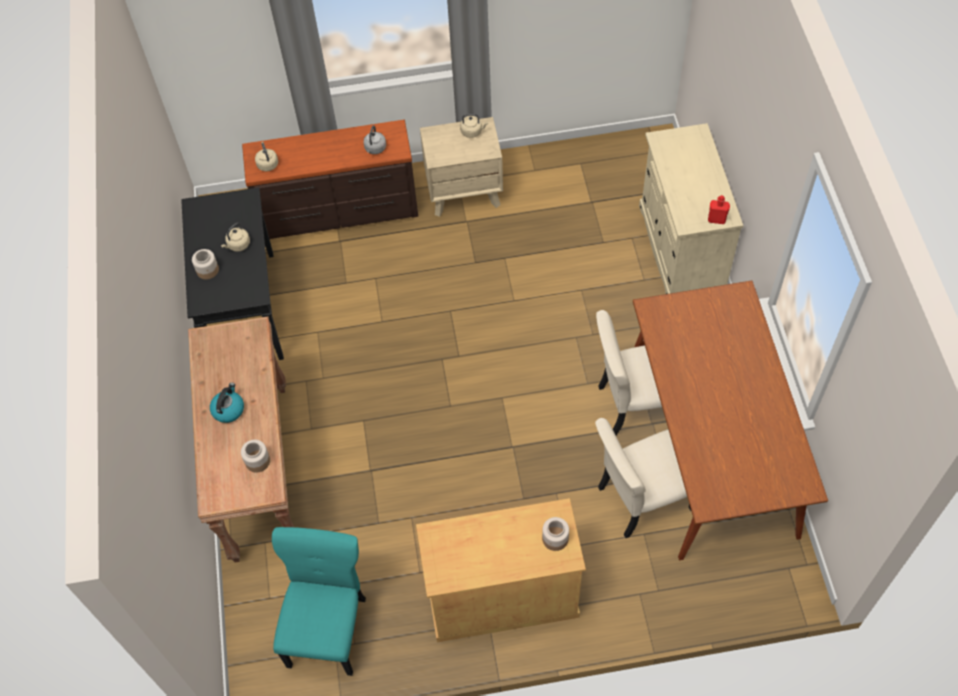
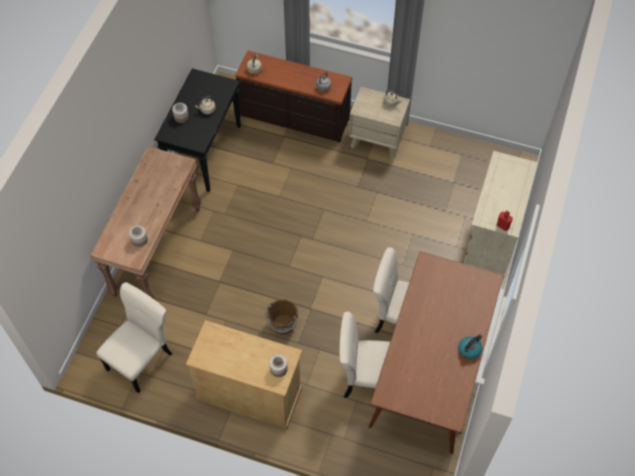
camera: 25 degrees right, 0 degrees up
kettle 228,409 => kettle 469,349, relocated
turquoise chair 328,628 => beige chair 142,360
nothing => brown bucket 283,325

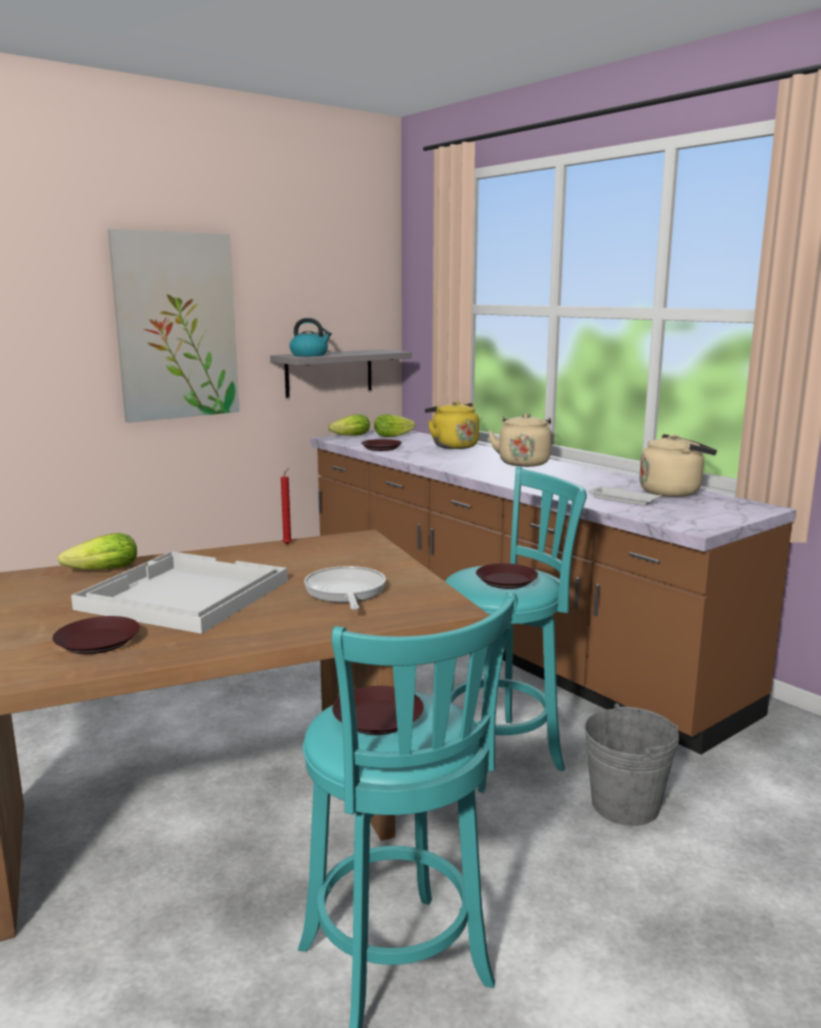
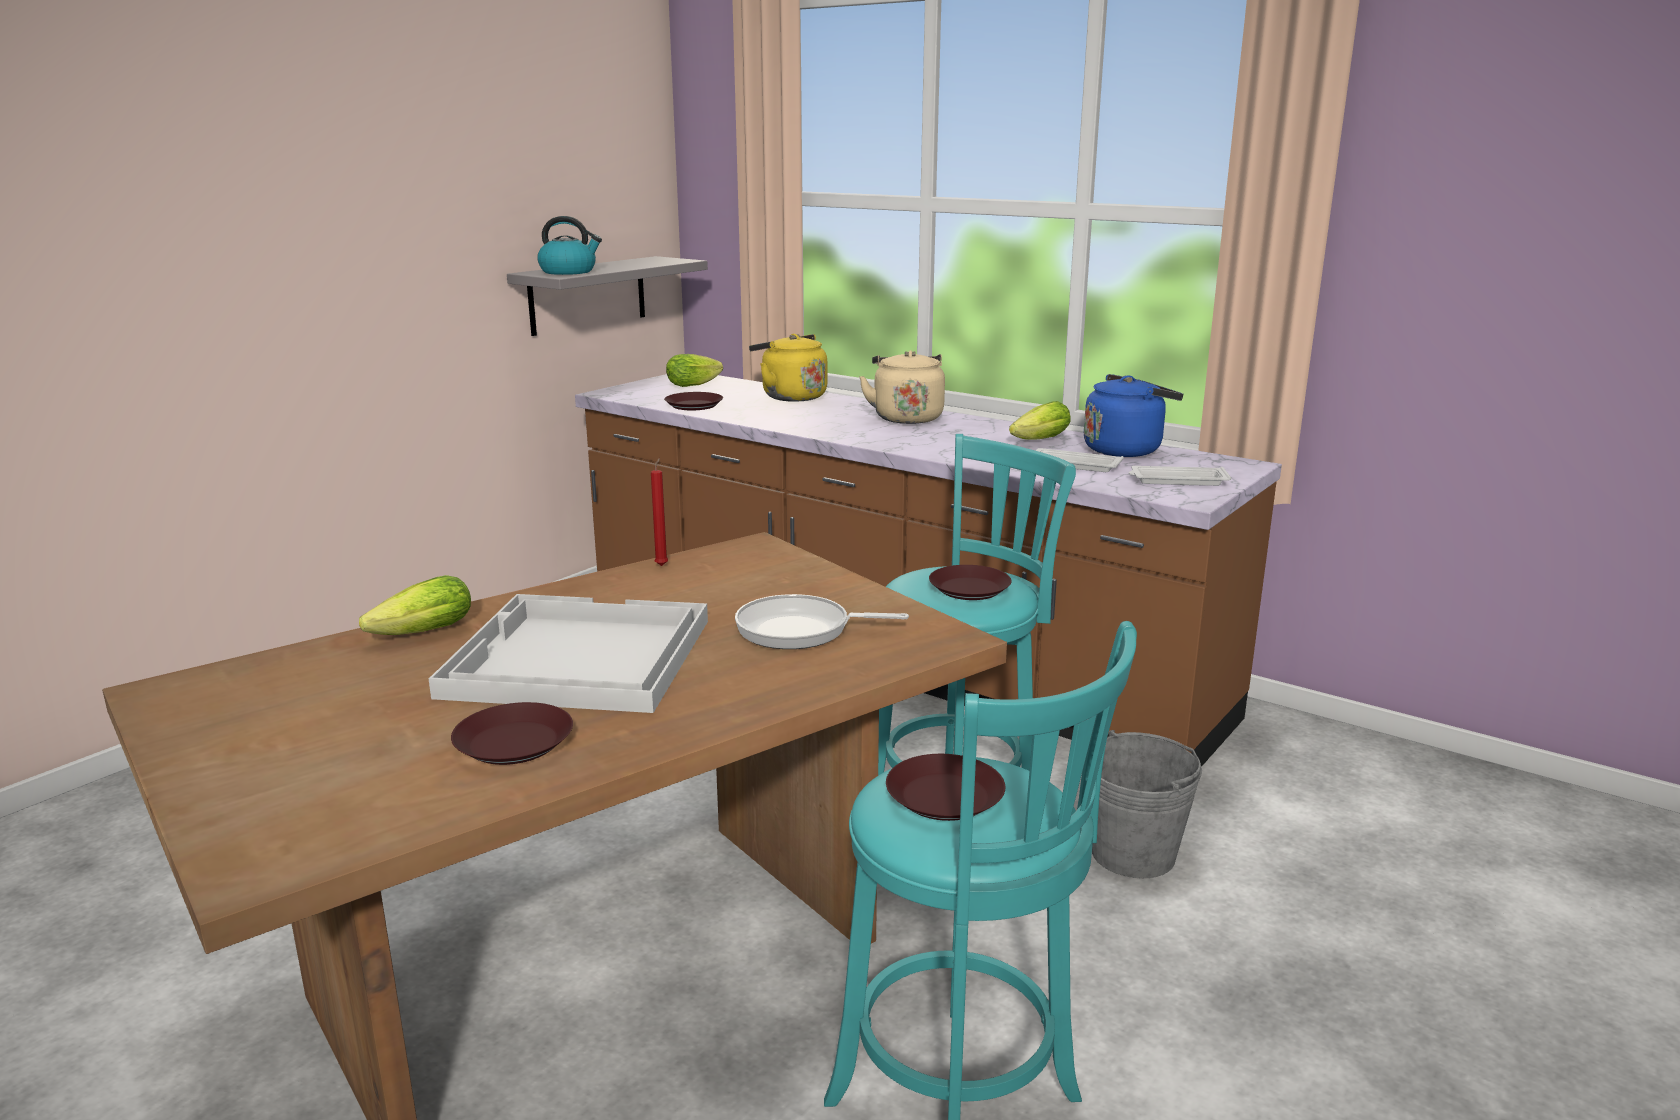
camera: 15 degrees left, 5 degrees up
picture 176,326 => nothing
lettuce 348,436 => lettuce 1036,441, relocated
beige kettle 673,492 => blue kettle 1125,450
frying pan 345,592 => frying pan 800,630, 60 degrees counterclockwise
nothing => white tray 1177,481

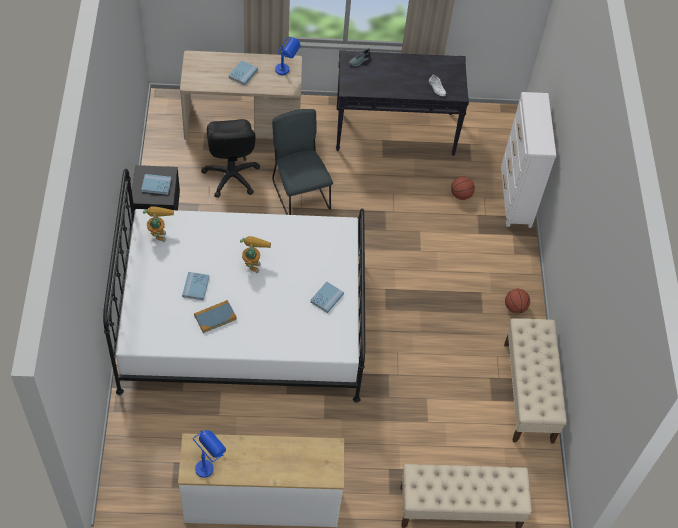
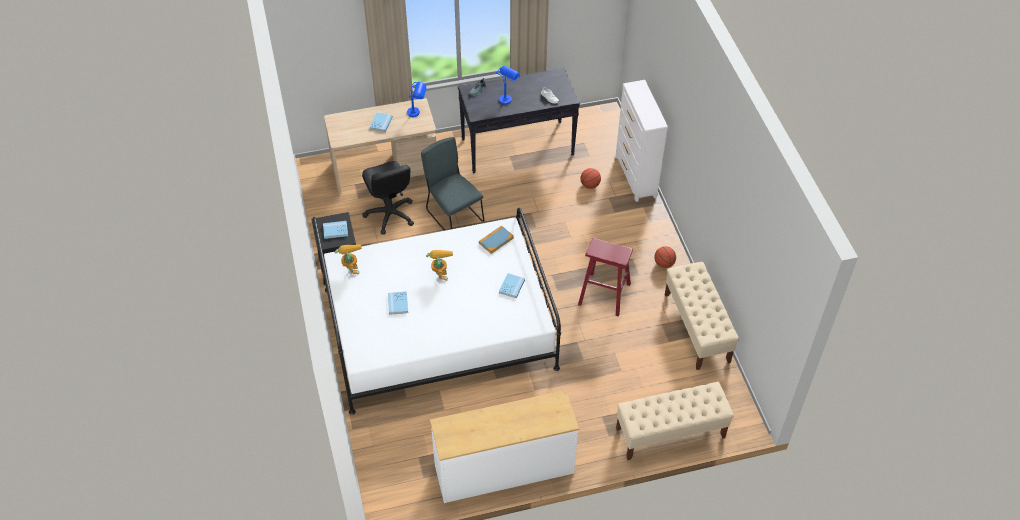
camera: 10 degrees left, 5 degrees down
book 215,317 => book 496,240, relocated
blue table lamp 209,464 => blue table lamp 507,97, relocated
nothing => red stool 604,294

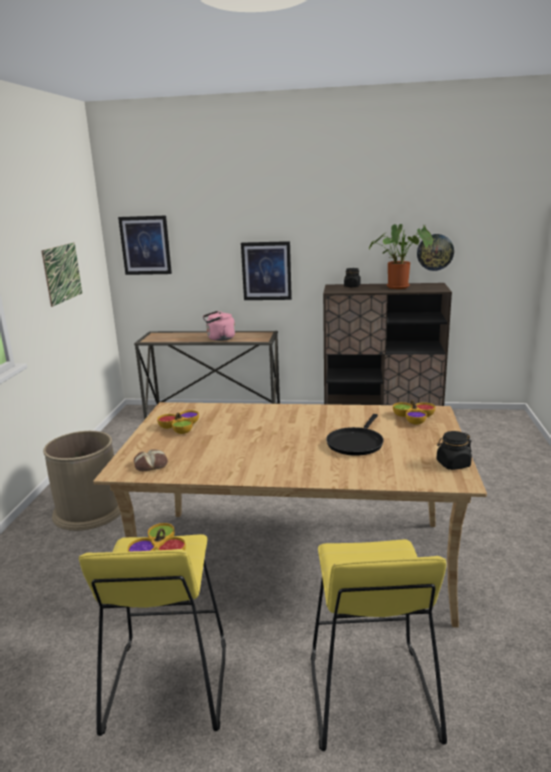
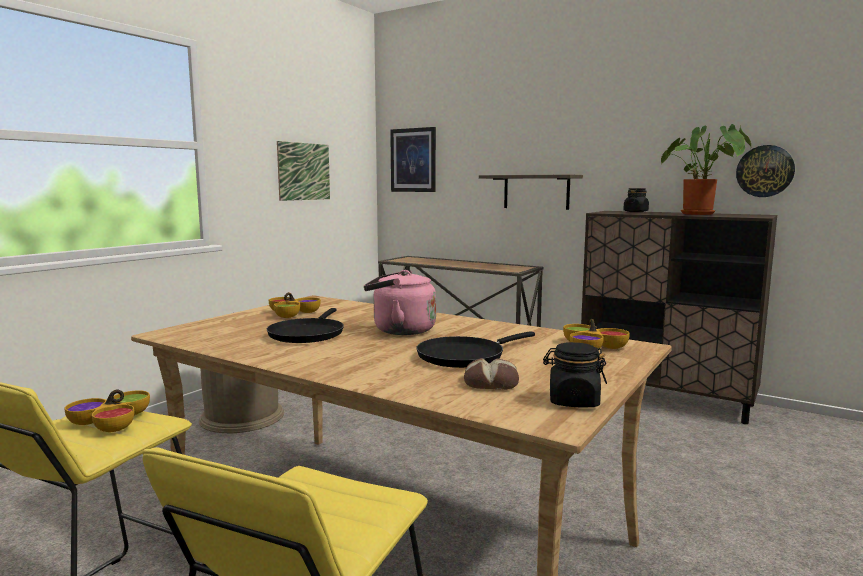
camera: 25 degrees right, 10 degrees down
picture 266,271 => shelf 536,192
pink kettle 219,338 => pink kettle 400,330, relocated
bread 151,464 => bread 491,382, relocated
nothing => black frying pan 308,334

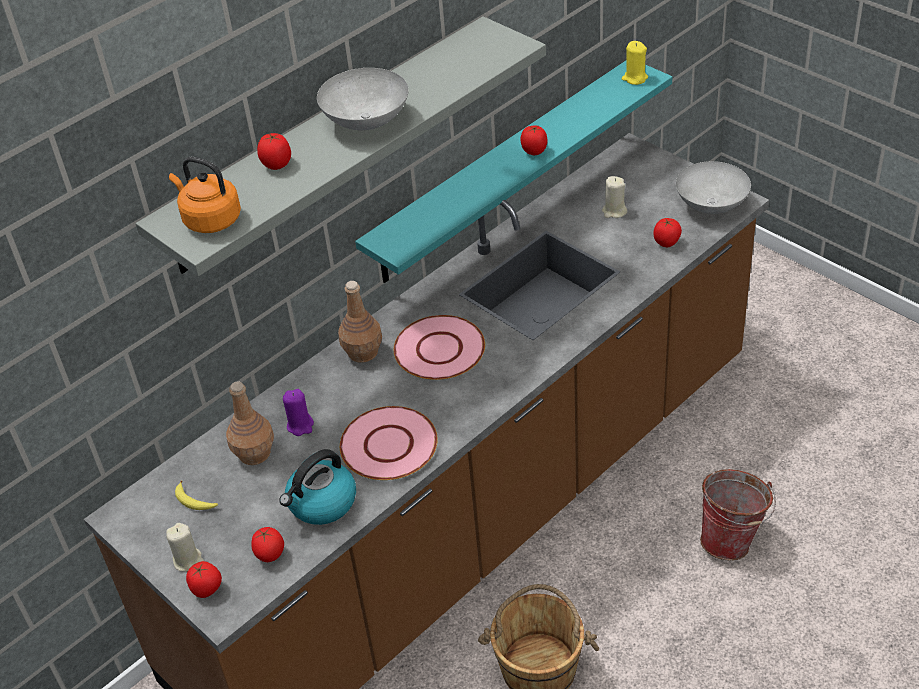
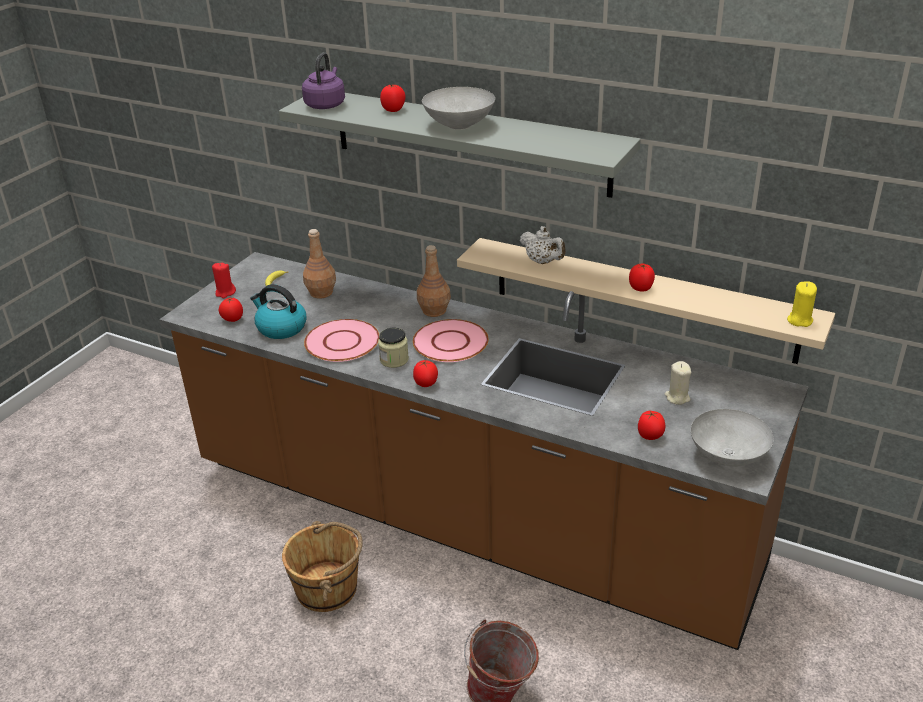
camera: 70 degrees right, 10 degrees down
turquoise shelf 503,170 => beige shelf 641,299
orange kettle 210,219 => purple kettle 326,104
purple candle 300,425 => nothing
beige candle 188,560 => red candle 225,293
tomato 207,589 => tomato 426,384, relocated
nothing => white teapot 542,262
nothing => jar 394,360

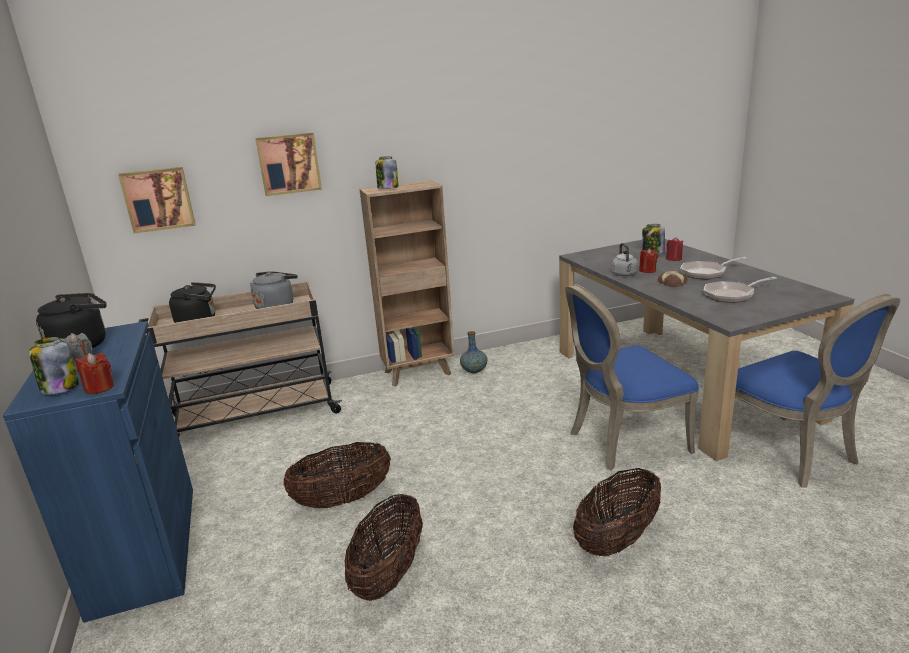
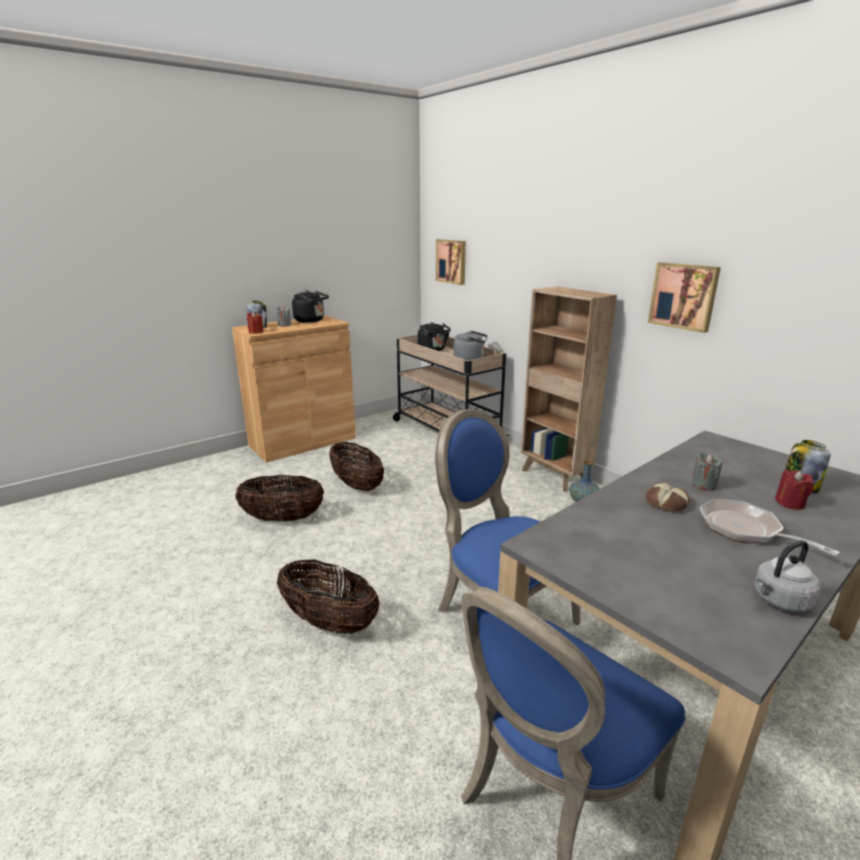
camera: 70 degrees right, 0 degrees up
picture 289,163 => picture 684,296, relocated
jar 387,188 => nothing
grey kettle 625,275 => grey kettle 779,601, relocated
red candle 647,270 => grey candle 703,485
frying pan 732,295 => nothing
blue cabinet 145,547 => brown cabinet 302,442

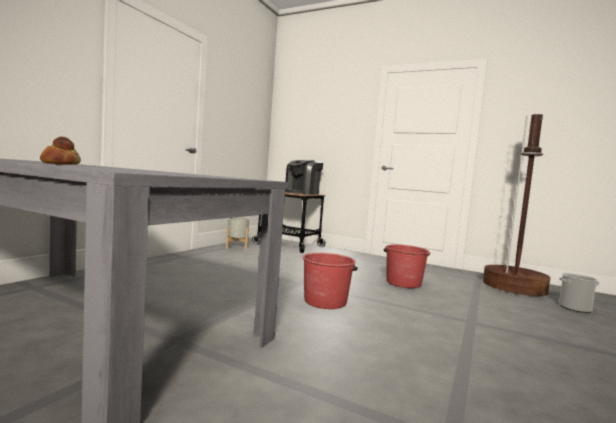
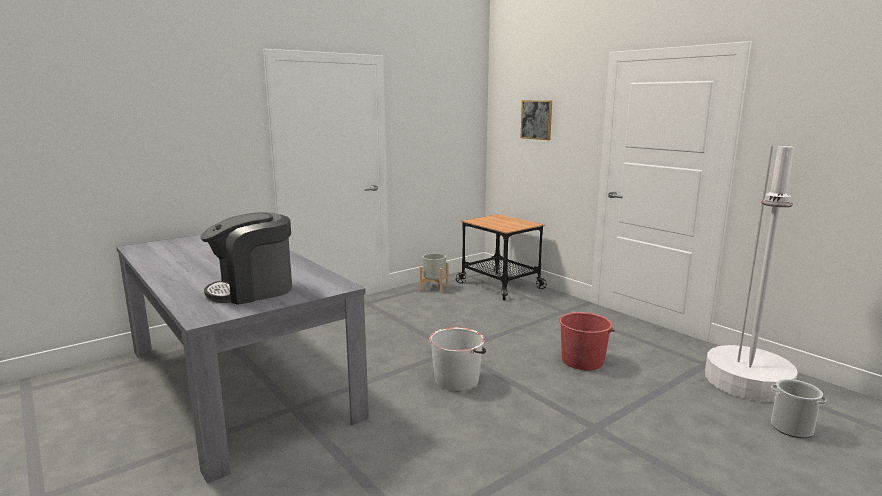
camera: 25 degrees right, 10 degrees up
brown floor lamp 514,287 => white floor lamp 748,382
bread 61,164 => nothing
coffee machine 302,193 => coffee machine 253,290, relocated
red bucket 325,301 => white bucket 457,380
nothing => picture 536,119

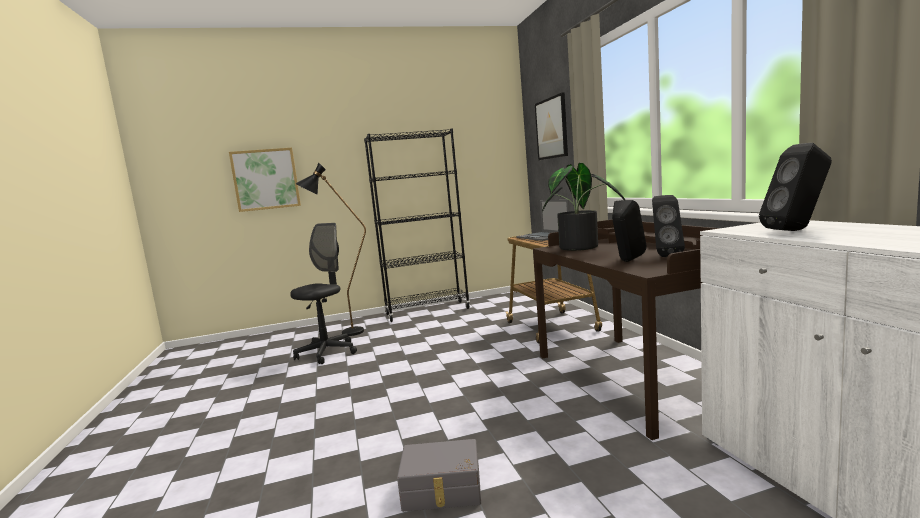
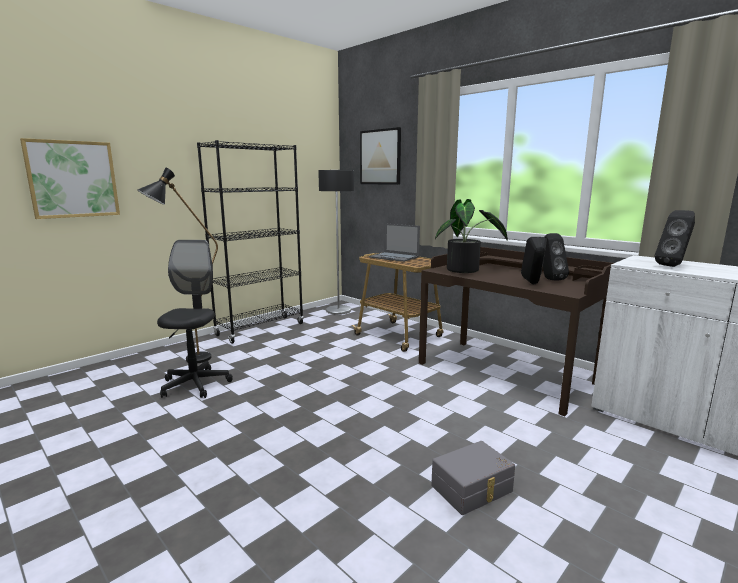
camera: 30 degrees left, 5 degrees up
nothing => floor lamp 338,310

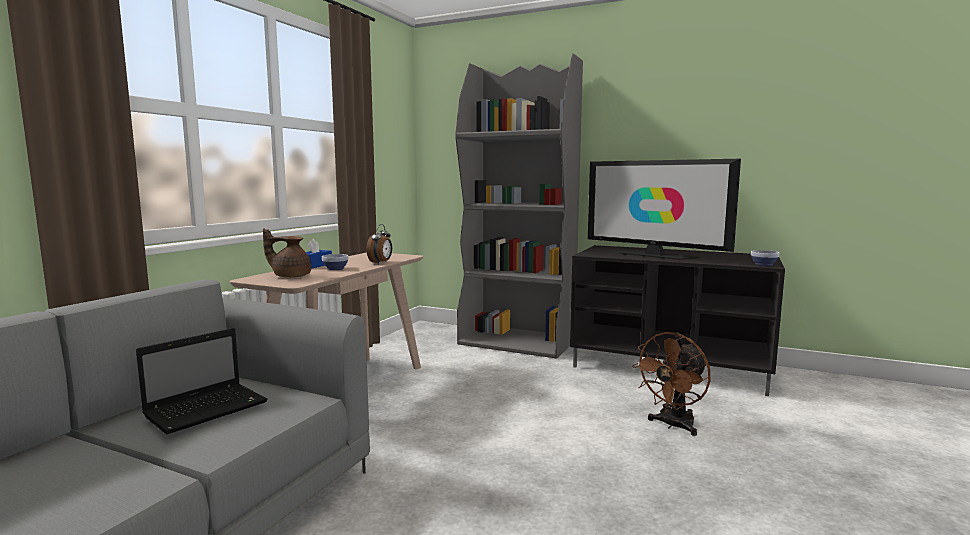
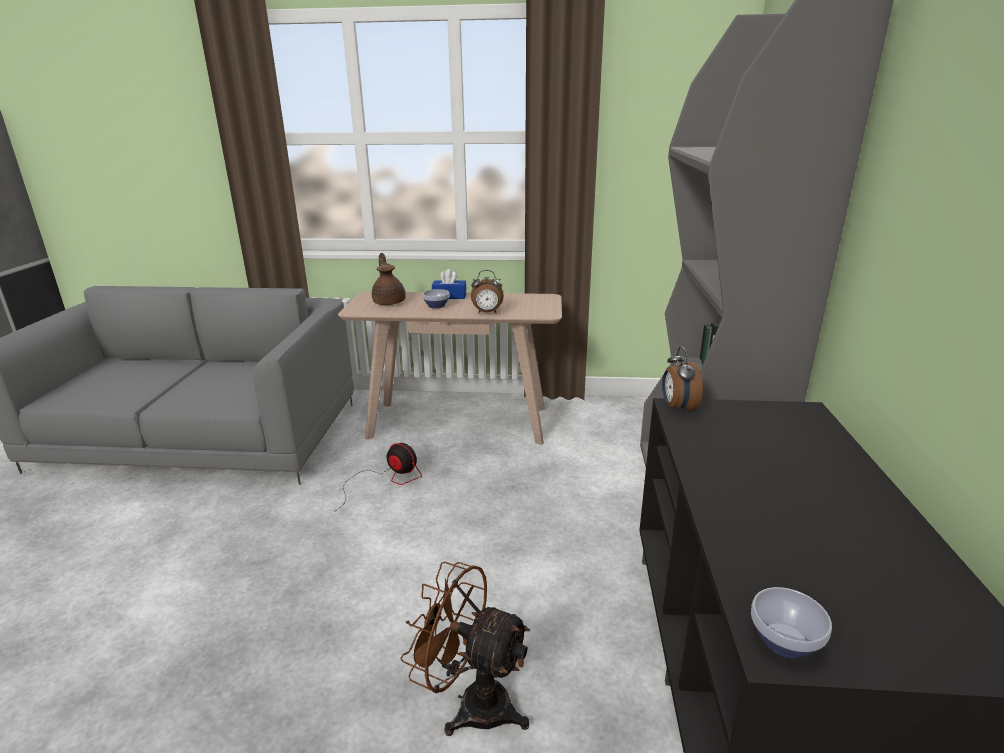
camera: 70 degrees right, 15 degrees up
television 654,255 => nothing
laptop 208,408 => nothing
nothing => alarm clock 677,408
nothing => fan 386,480

